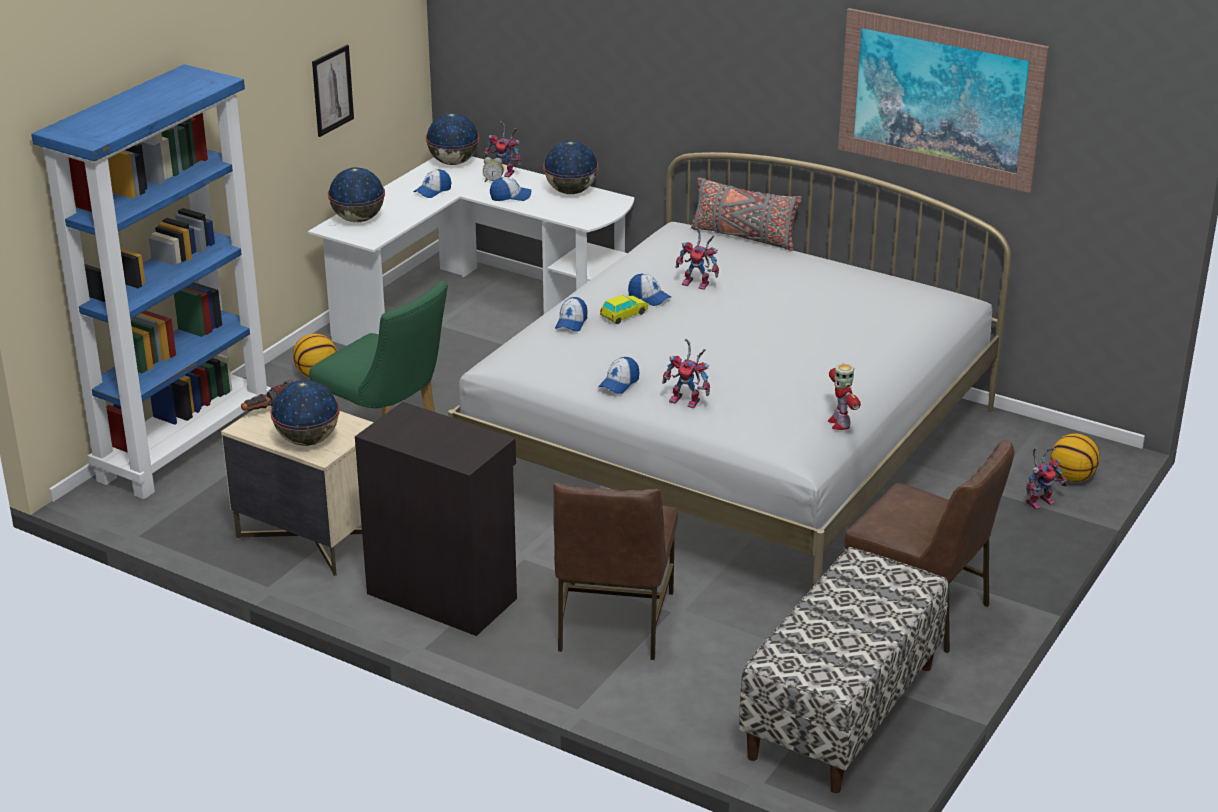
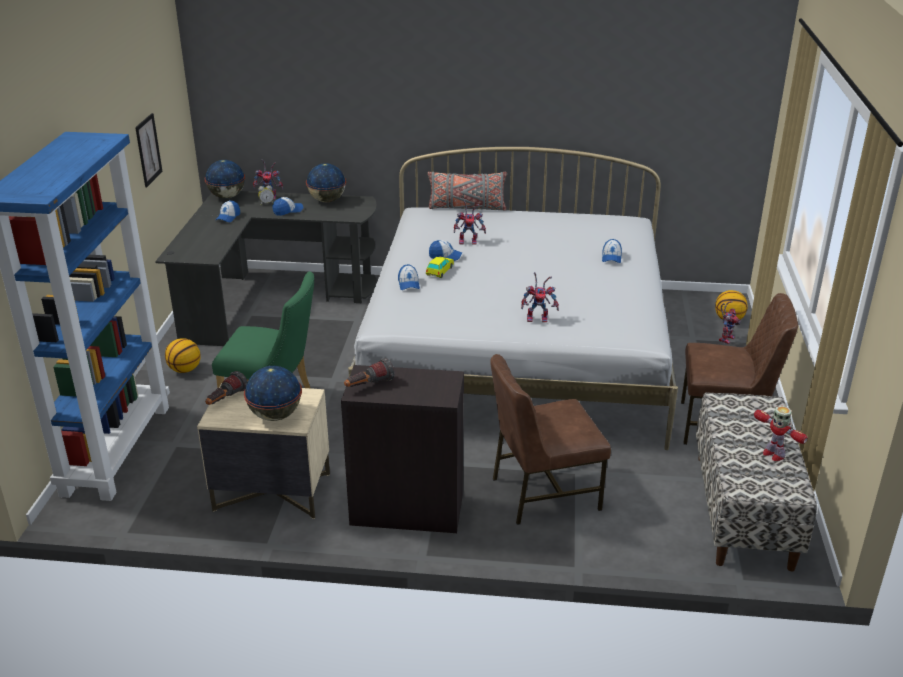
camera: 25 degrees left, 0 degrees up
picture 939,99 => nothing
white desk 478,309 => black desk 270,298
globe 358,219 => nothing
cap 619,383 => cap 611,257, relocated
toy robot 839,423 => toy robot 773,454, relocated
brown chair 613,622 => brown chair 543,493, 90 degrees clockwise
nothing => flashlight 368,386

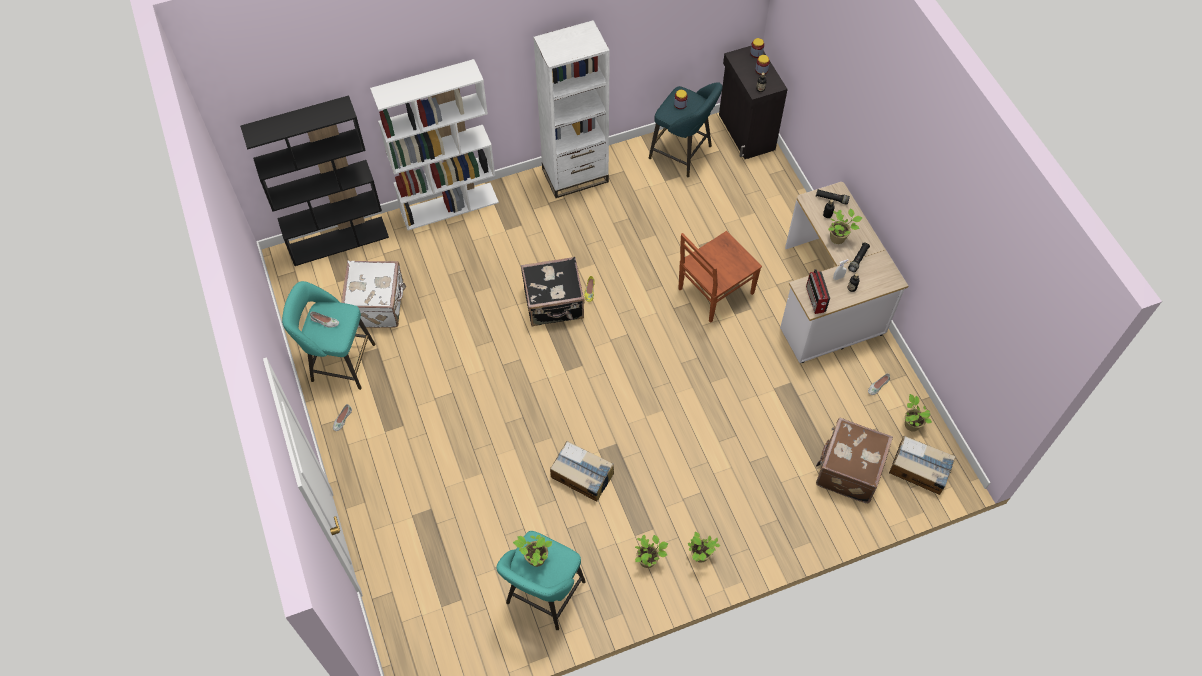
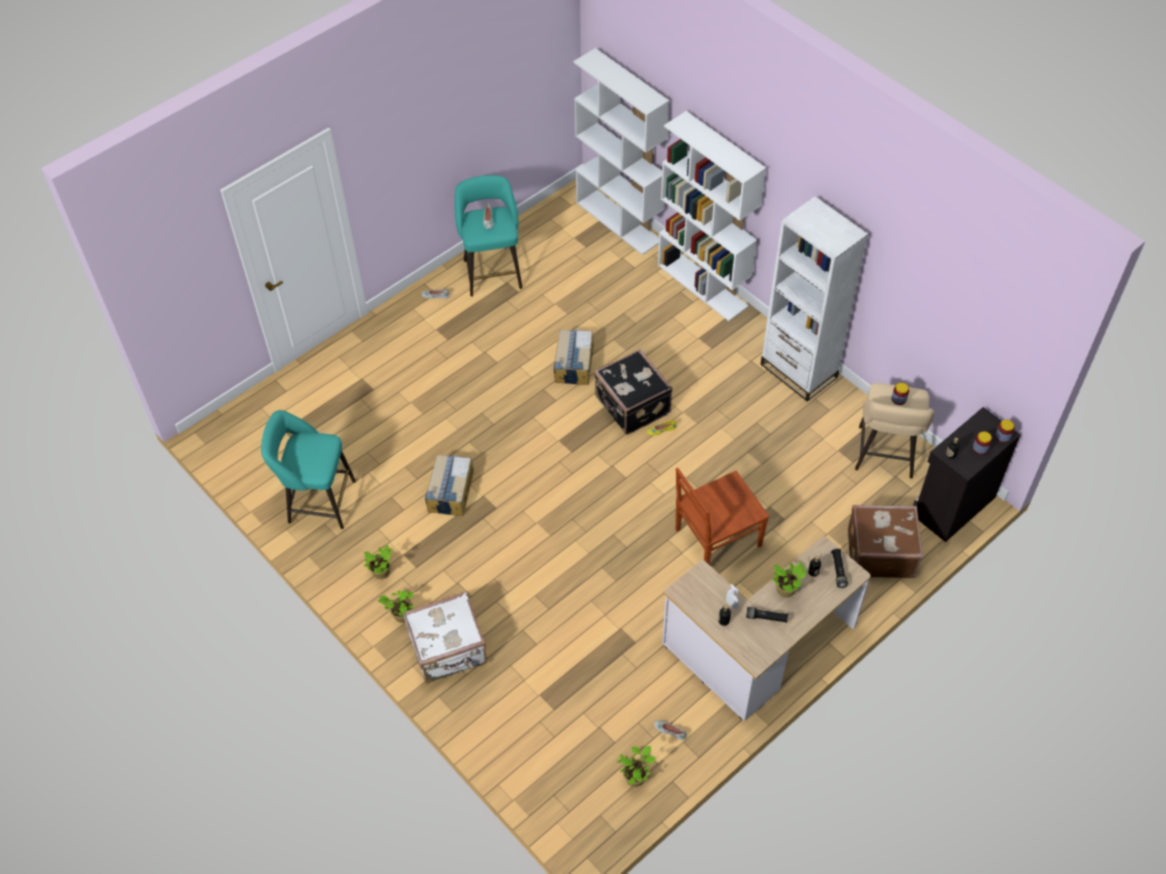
camera: 70 degrees right, 5 degrees down
turquoise stool 683,154 => beige stool 885,456
black bookcase 339,240 => white bookcase 619,222
brown chair 714,292 => brown chair 716,538, 60 degrees counterclockwise
white suitcase 377,304 => white suitcase 449,651, relocated
radio 815,300 => nothing
brown suitcase 848,470 => brown suitcase 879,552, relocated
cardboard box 920,470 => cardboard box 573,364, relocated
potted plant 535,558 => nothing

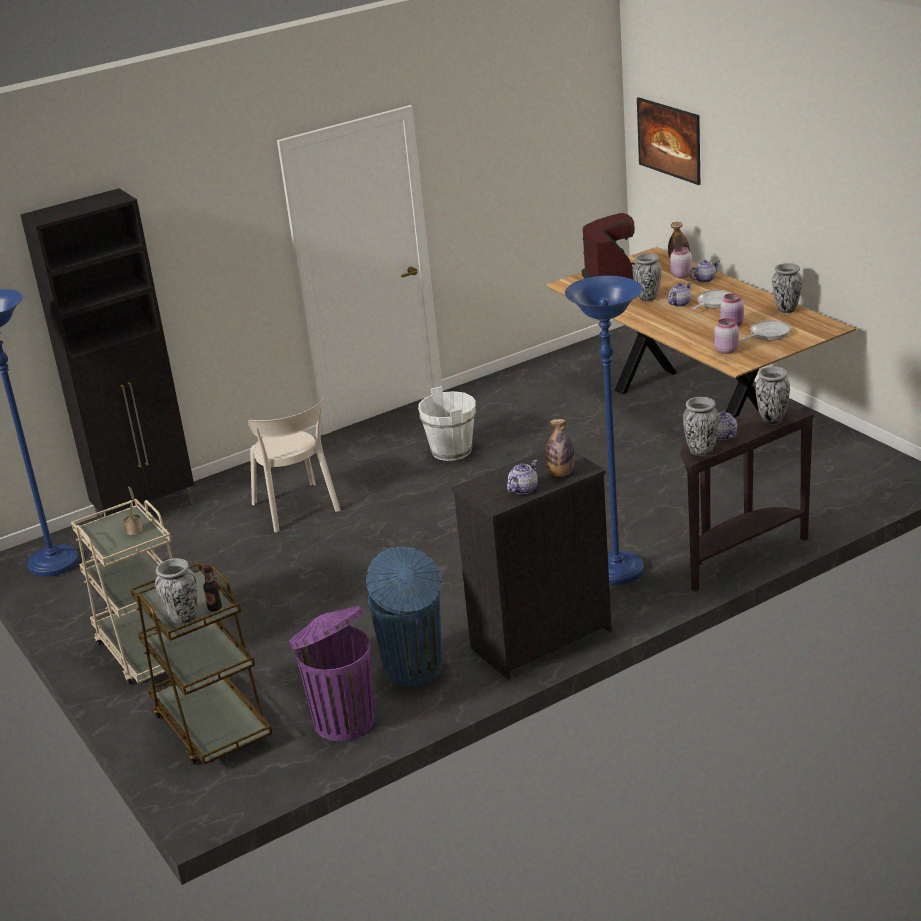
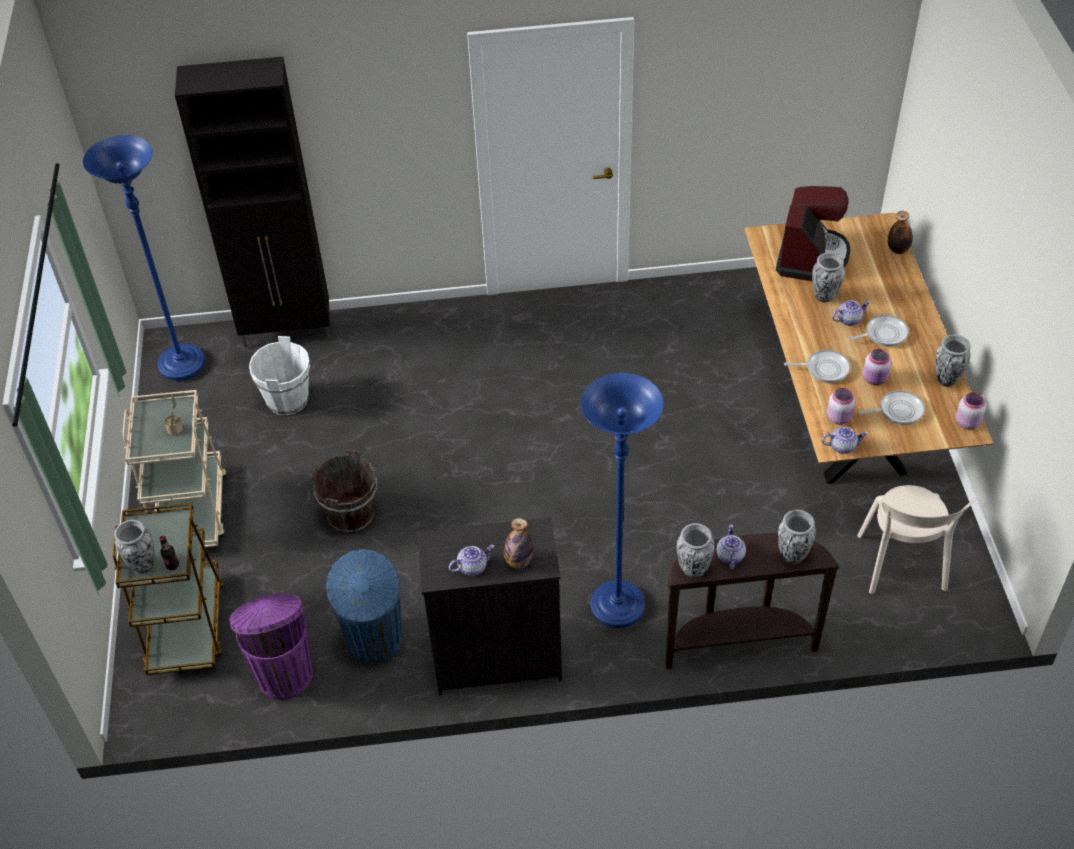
camera: 25 degrees right, 20 degrees up
picture 669,157 => nothing
pink jar 680,275 => pink jar 967,422, relocated
teapot 704,279 => teapot 842,446, relocated
white bucket 452,451 => white bucket 288,400, relocated
beige chair 297,509 => beige chair 902,566, relocated
nothing => frying pan 824,369
nothing => brown bucket 351,516

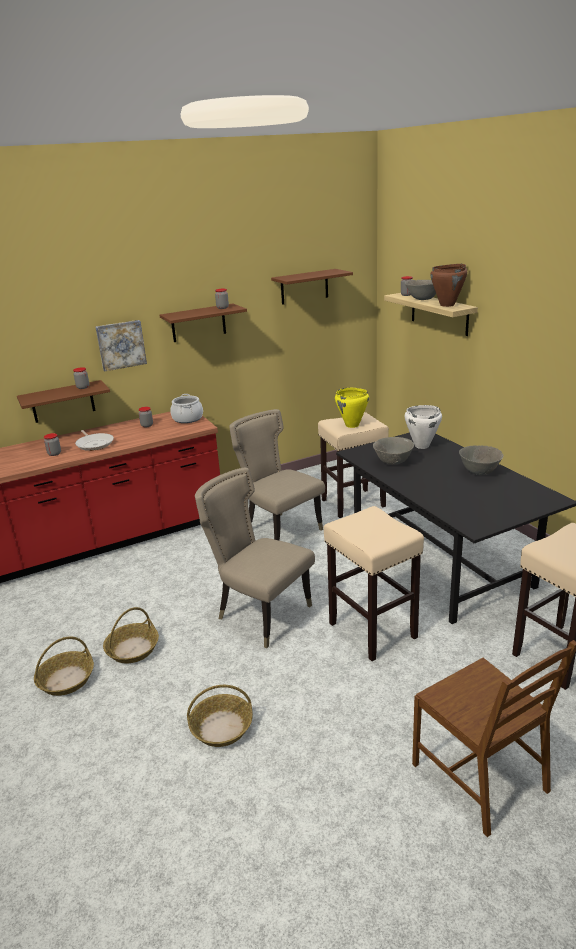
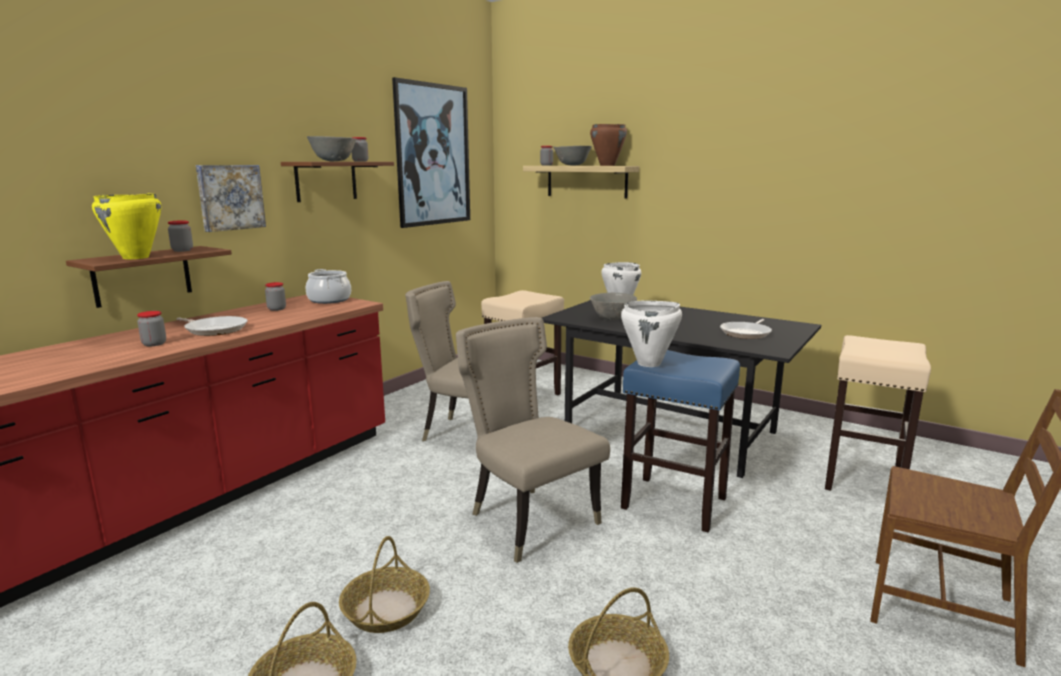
camera: 30 degrees left, 10 degrees down
brown shelf 304,287 => picture 433,155
yellow cooking pot 352,425 => yellow cooking pot 136,257, relocated
grey bowl 479,472 => grey bowl 333,161, relocated
beige chair 260,613 => beige chair 528,519, 45 degrees clockwise
beige stool 371,630 => blue stool 672,503
nothing => white cooking pot 649,364
nothing => frying pan 746,333

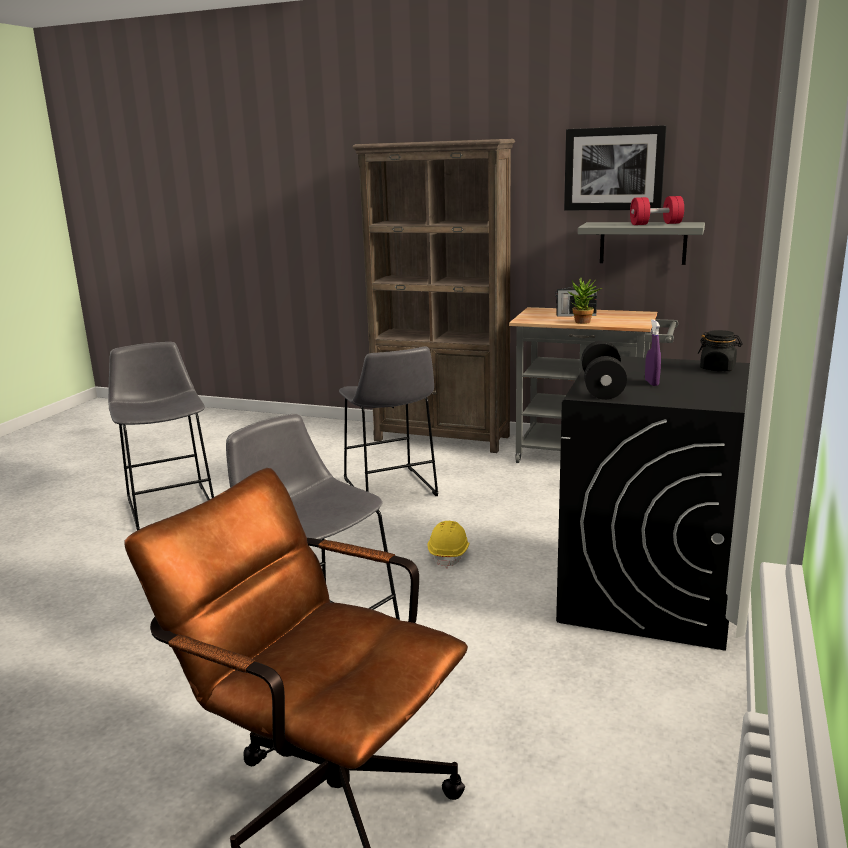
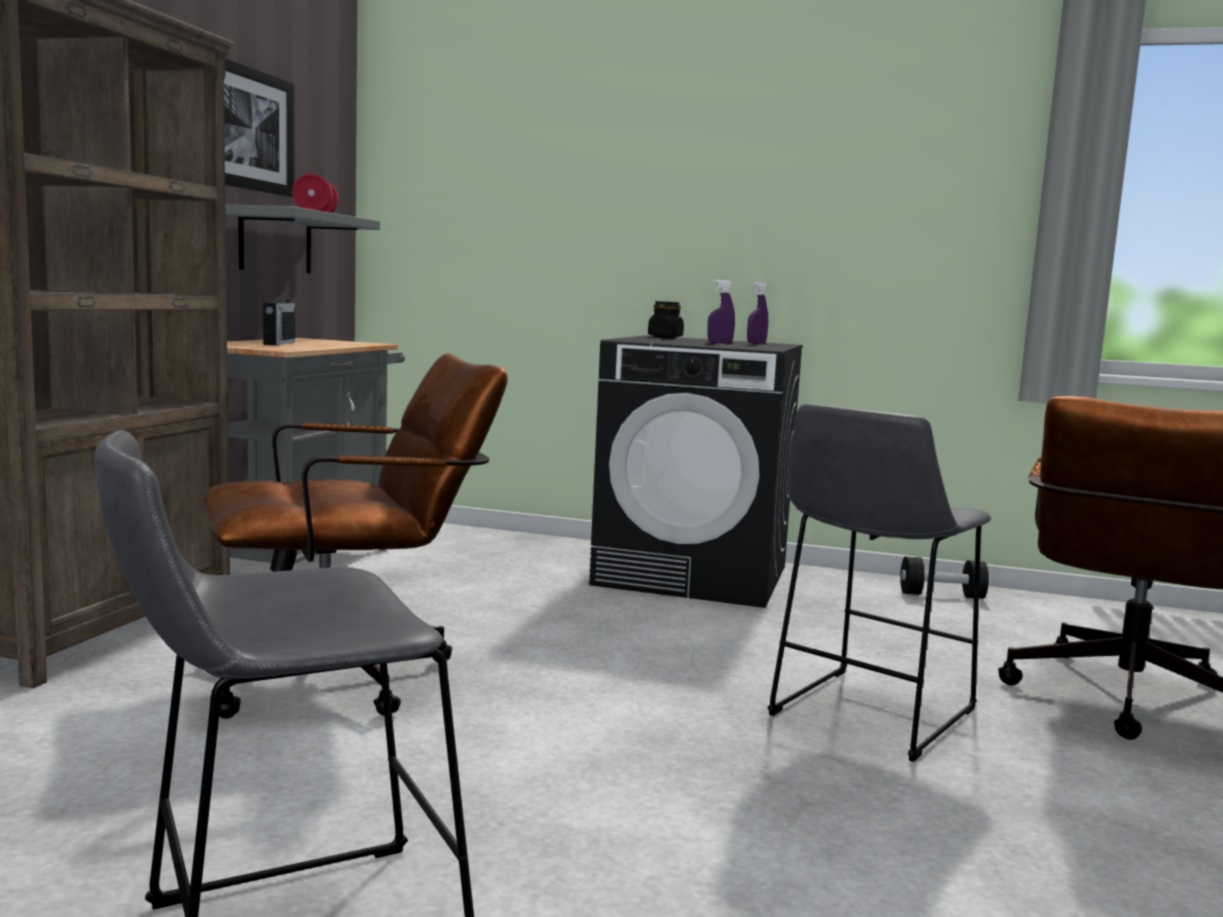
camera: 95 degrees left, 10 degrees down
potted plant 583,322 => nothing
black dumbbell 602,387 => black dumbbell 941,595, relocated
grey stool 391,490 => brown office chair 350,674
yellow hard hat 449,554 => nothing
nothing => purple spray bottle 756,343

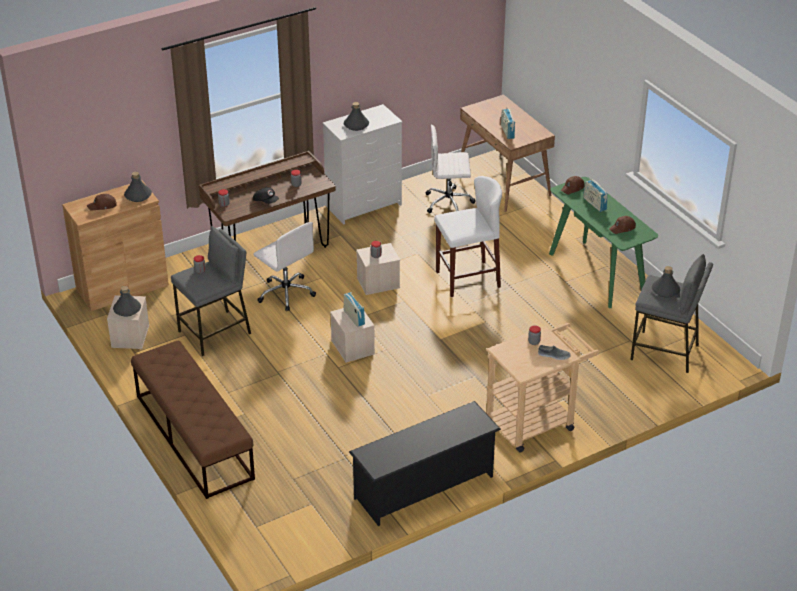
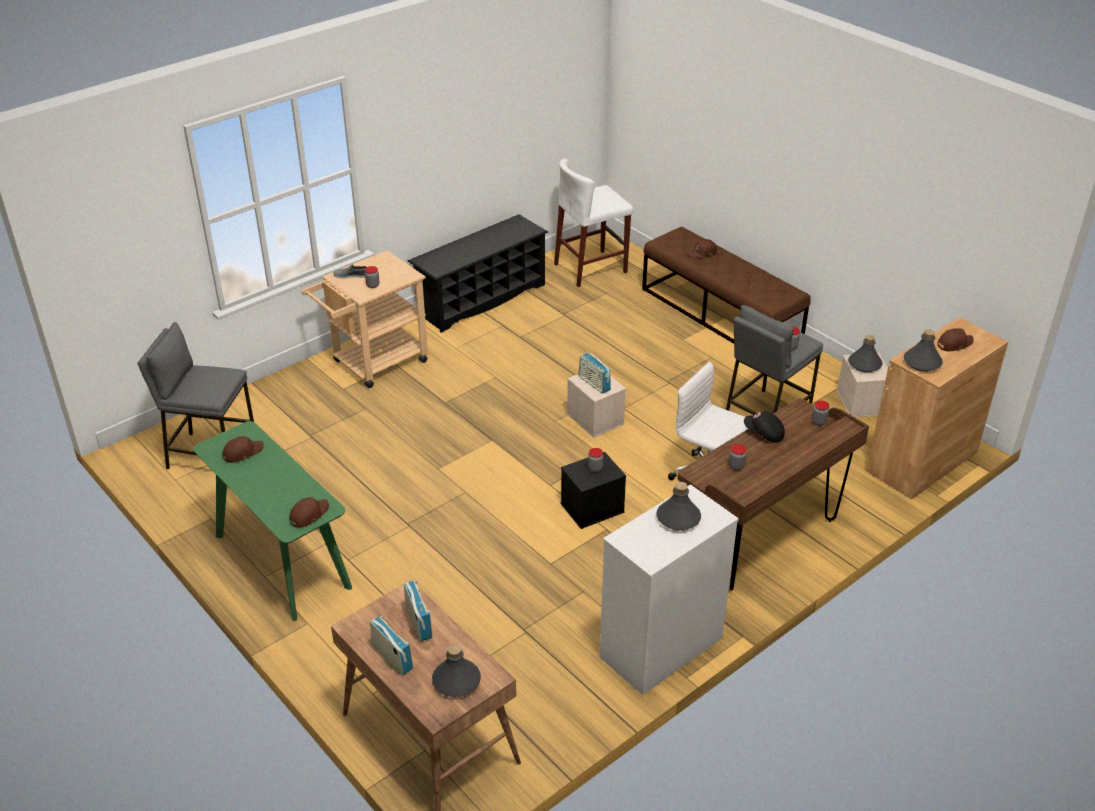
camera: 170 degrees right, 0 degrees up
white office chair 449,203 => nothing
white stool 467,279 => white stool 590,268, relocated
radio 594,204 => radio 392,657, relocated
beige storage box 378,283 => black storage box 592,507
grey bottle 665,290 => grey bottle 457,680, relocated
nothing => brown cap 703,253

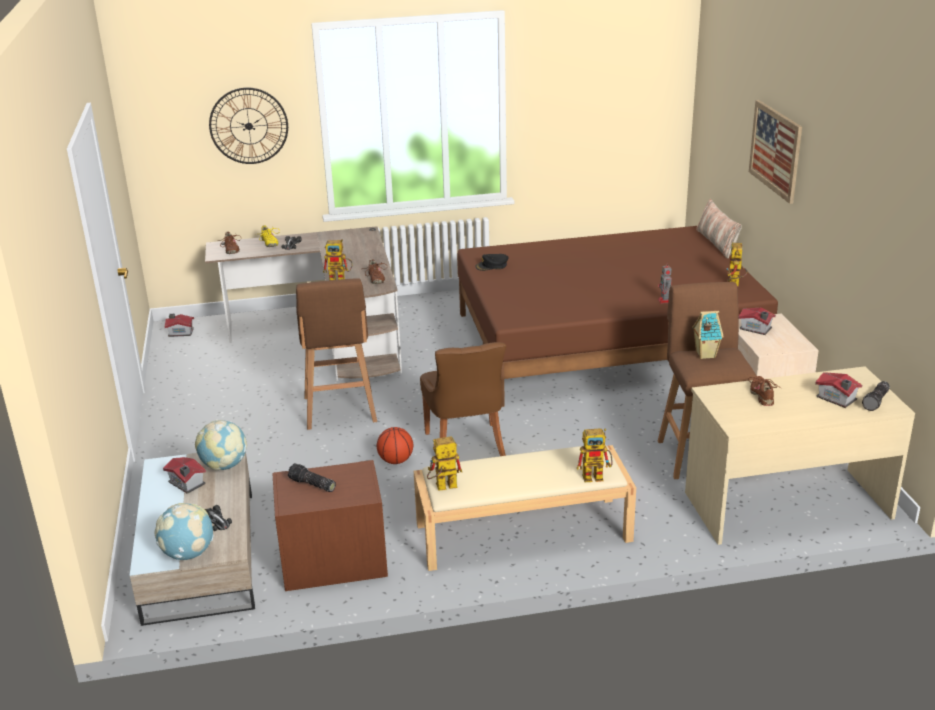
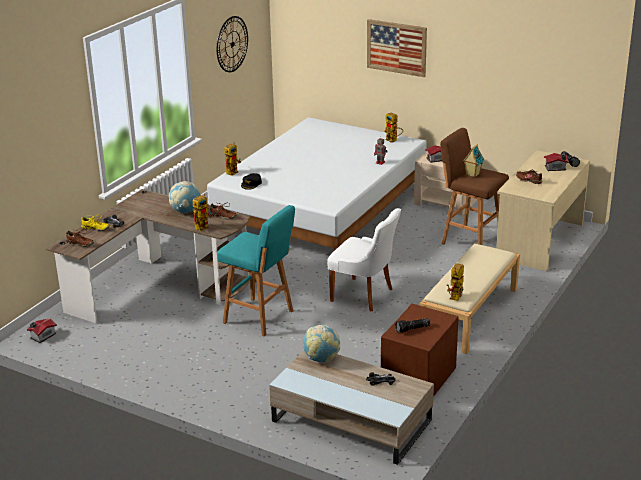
camera: 50 degrees left, 0 degrees up
wall clock 249,126 => wall clock 232,44, relocated
pillow 717,243 => nothing
brown bed 606,342 => white bed 322,211
brown stool 340,411 => turquoise stool 260,318
brown chair 466,446 => white chair 364,295
basketball 396,461 => nothing
toy robot 597,476 => toy robot 233,171, relocated
toy house 186,484 => nothing
globe 188,554 => globe 186,211, relocated

